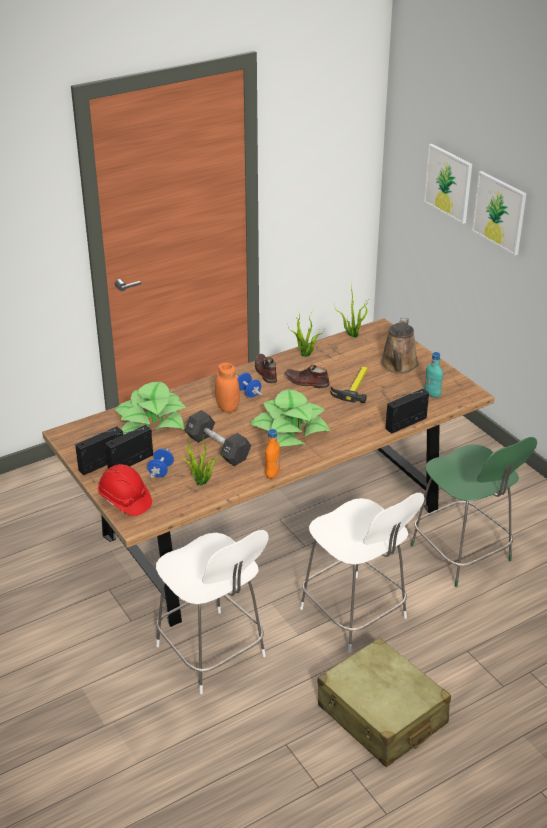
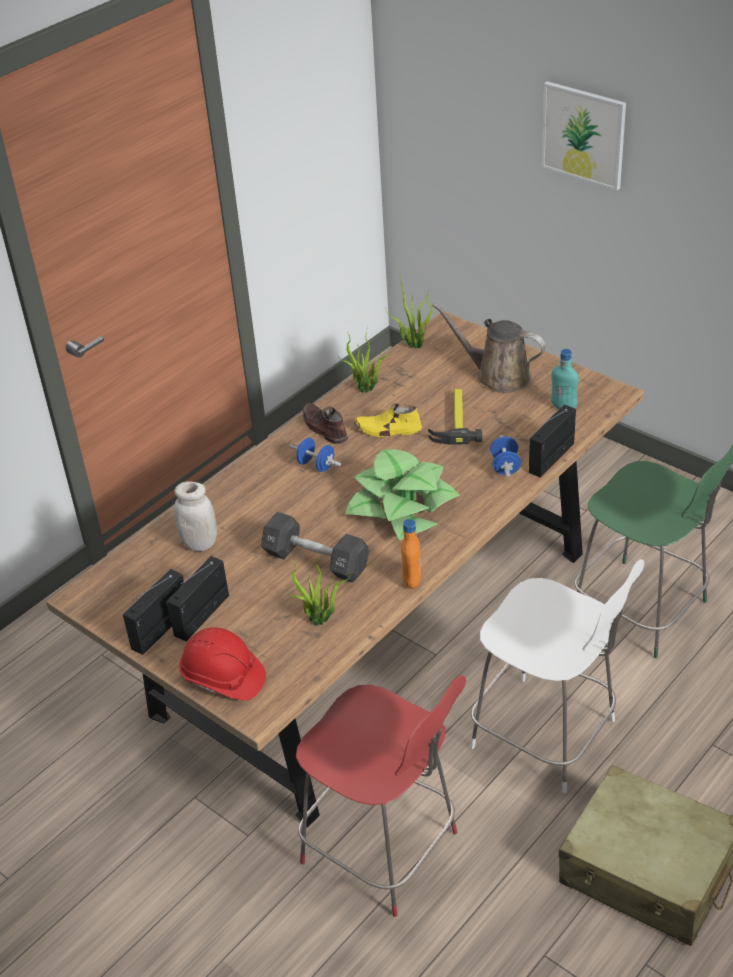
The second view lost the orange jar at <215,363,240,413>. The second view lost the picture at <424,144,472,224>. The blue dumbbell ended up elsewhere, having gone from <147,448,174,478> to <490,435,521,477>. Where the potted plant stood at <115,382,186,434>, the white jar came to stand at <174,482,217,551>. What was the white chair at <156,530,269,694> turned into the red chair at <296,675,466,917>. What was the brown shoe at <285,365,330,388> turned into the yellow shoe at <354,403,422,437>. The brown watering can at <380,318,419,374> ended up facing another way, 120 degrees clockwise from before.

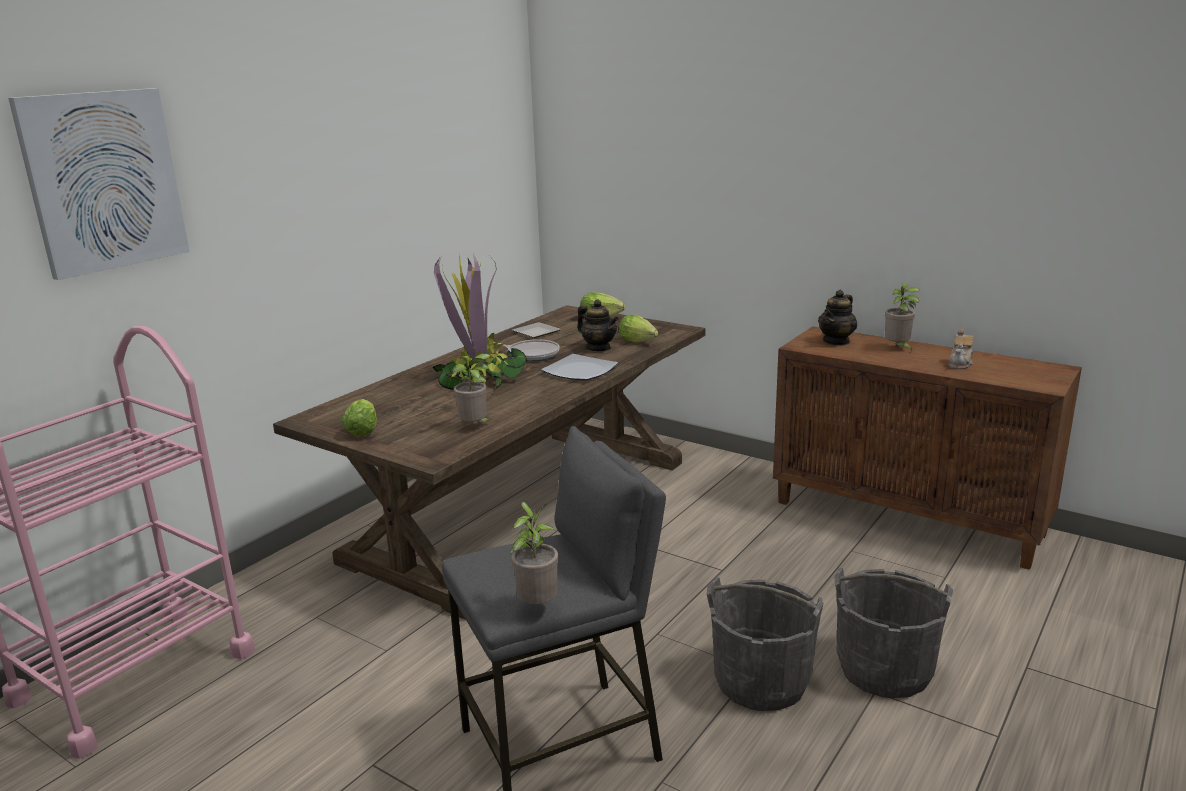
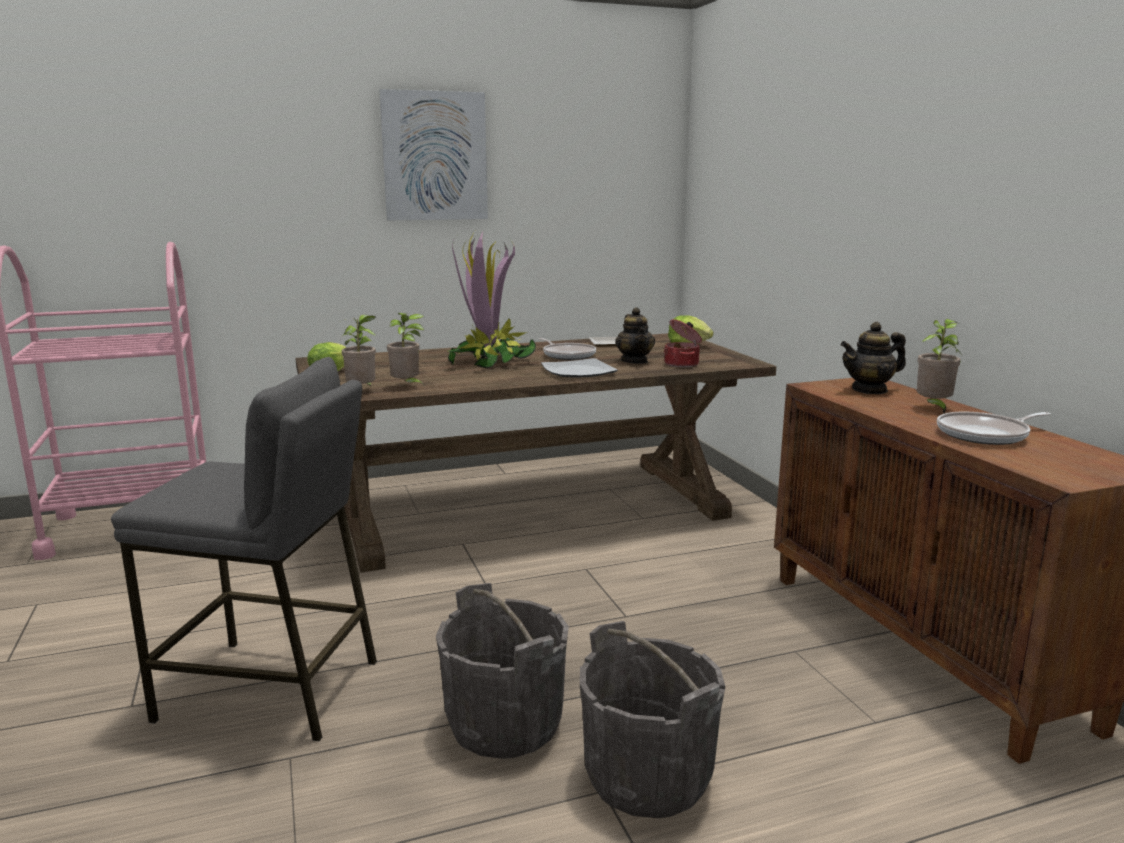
The picture ended up elsewhere, having gone from <8,88,190,280> to <379,89,488,220>. The potted plant ended up elsewhere, having gone from <509,502,559,604> to <340,315,376,386>. Where the lettuce stood at <619,315,658,343>, the cooking pot came to stand at <664,319,702,367>. Where the teapot stood at <948,329,974,369>, the frying pan came to stand at <937,412,1051,445>.

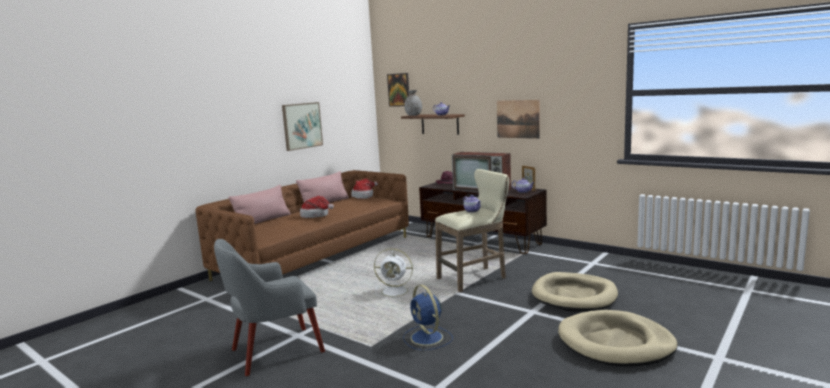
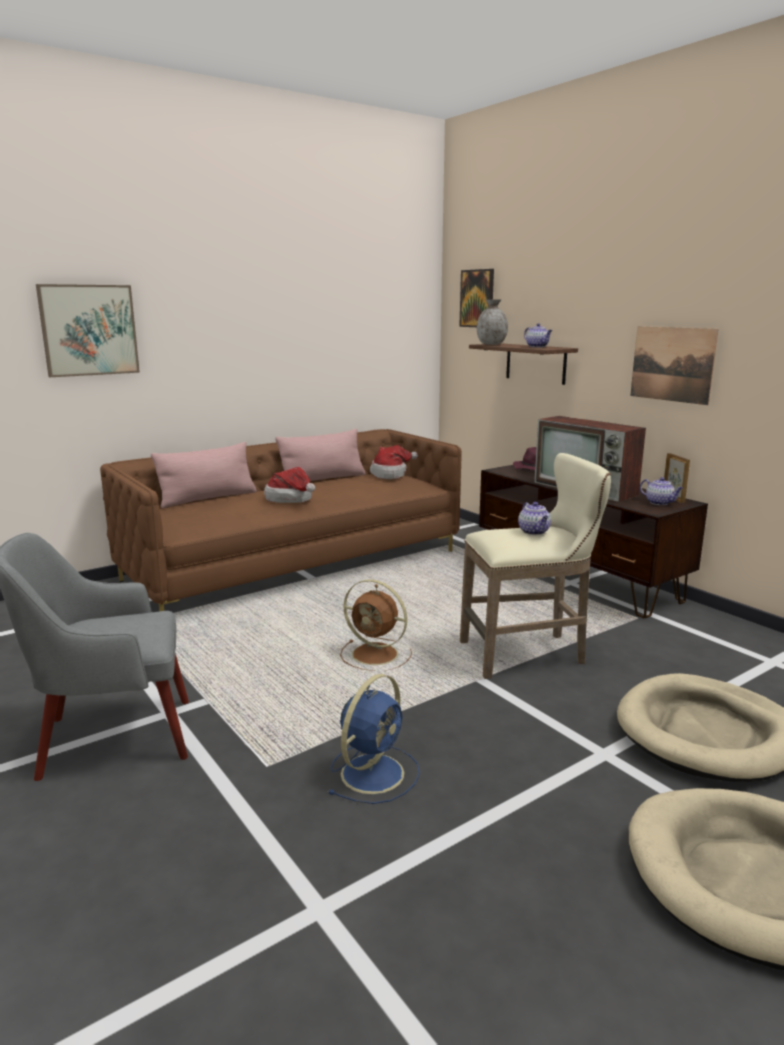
The picture ended up elsewhere, having gone from <282,102,323,151> to <36,284,140,377>. What was the white fan at <374,249,415,299> turned into the brown fan at <340,579,412,671>. The blue fan at <403,285,453,350> ended up facing another way, 135 degrees counterclockwise from before.

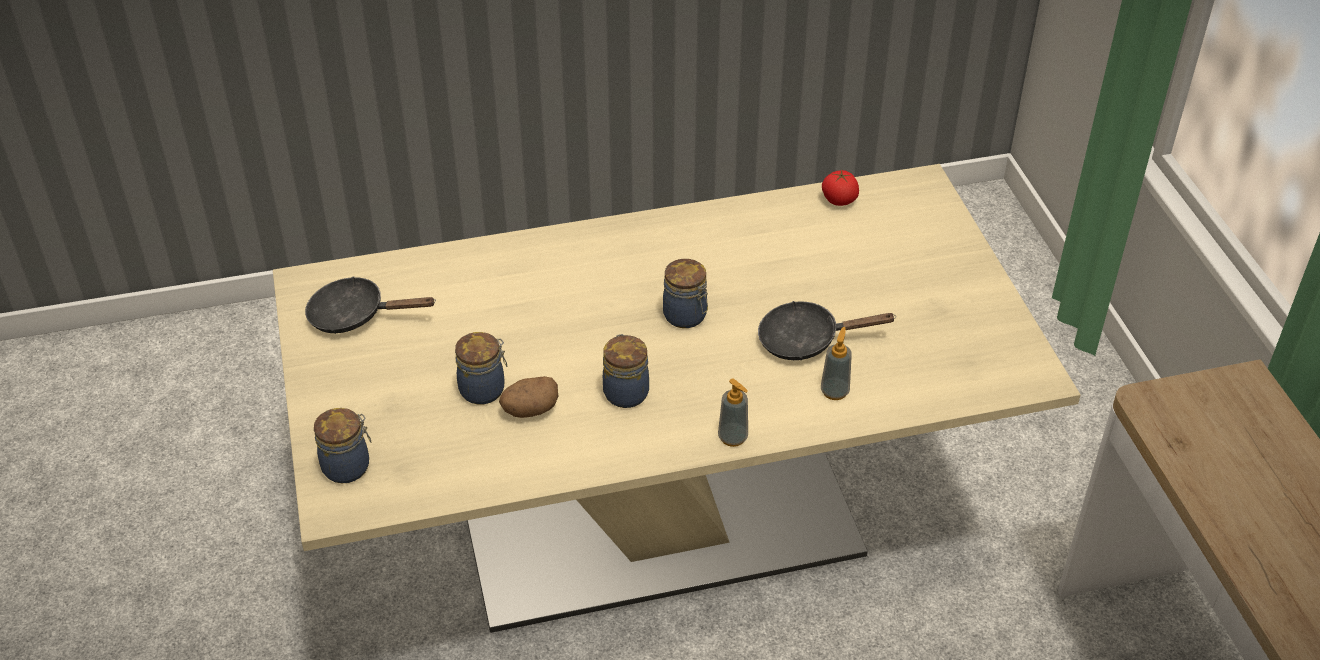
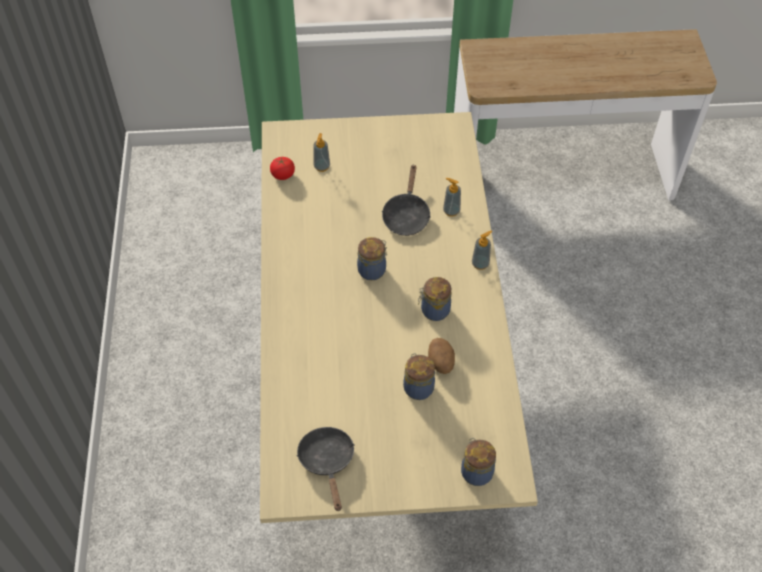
The second view gained the soap dispenser at <313,133,330,172>. The black frying pan at <305,276,436,334> ended up facing another way, 150 degrees clockwise from before.

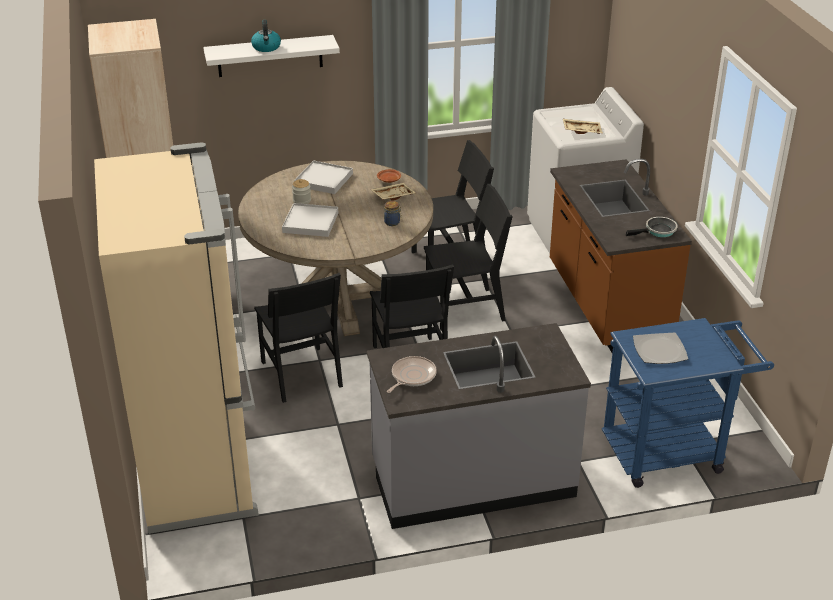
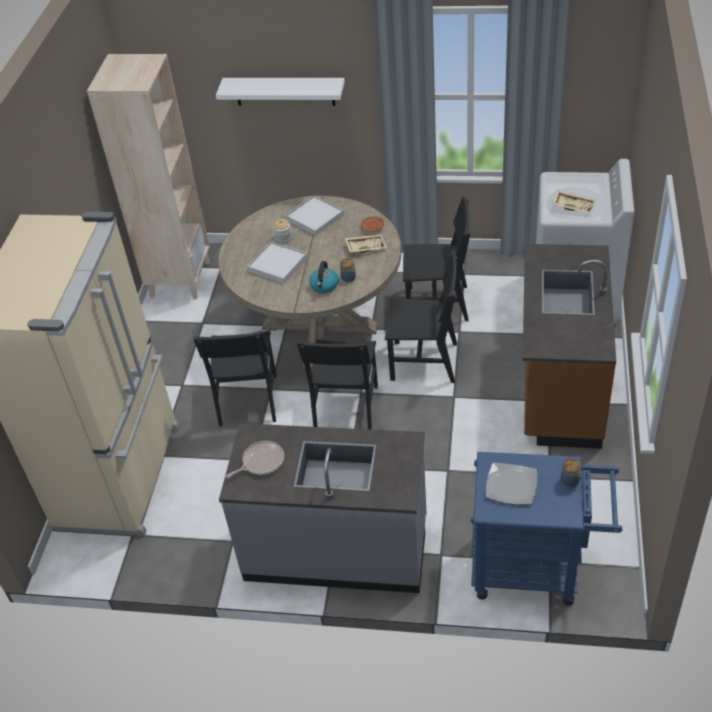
The second view lost the frying pan at <626,217,678,237>. The second view gained the jar at <561,459,582,487>. The kettle ended up elsewhere, having gone from <251,20,281,52> to <309,261,339,293>.

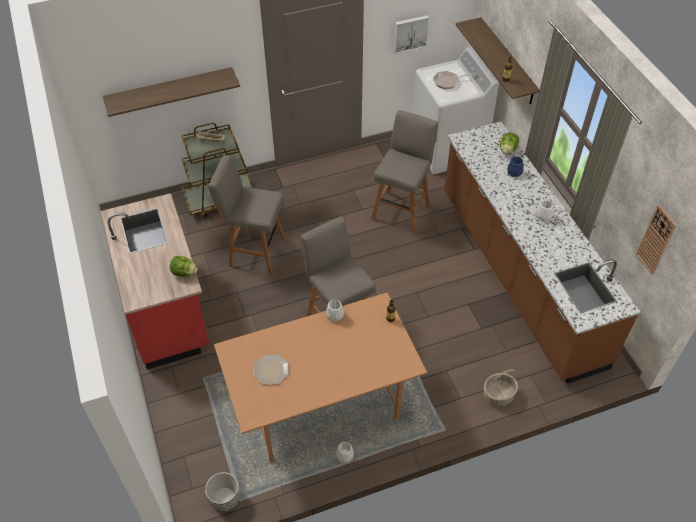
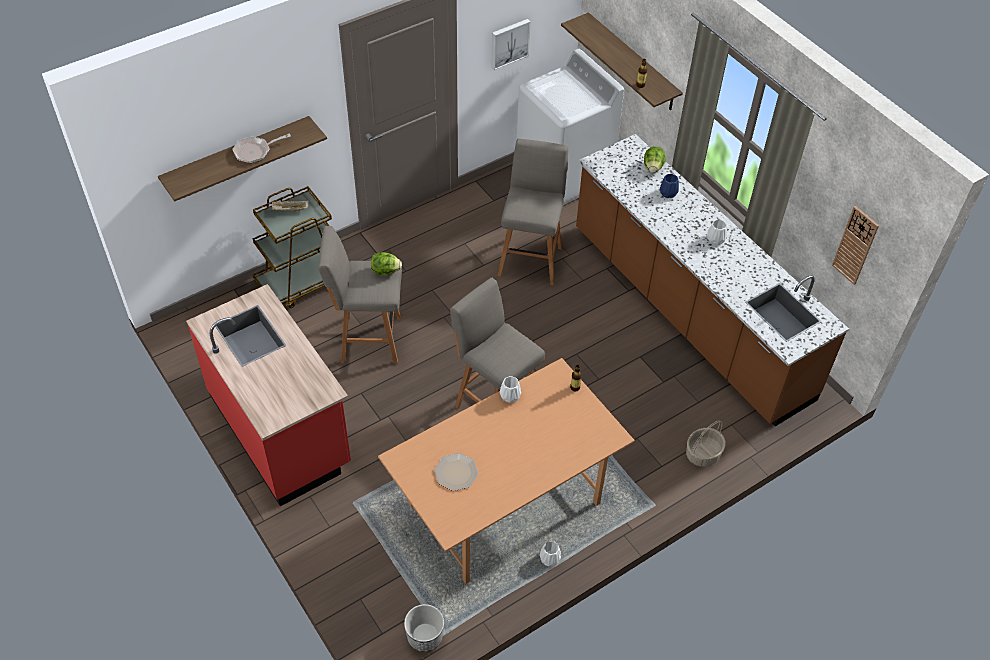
The lettuce ended up elsewhere, having gone from <169,256,198,277> to <371,252,402,275>. The frying pan ended up elsewhere, having gone from <433,71,476,89> to <232,134,291,163>.

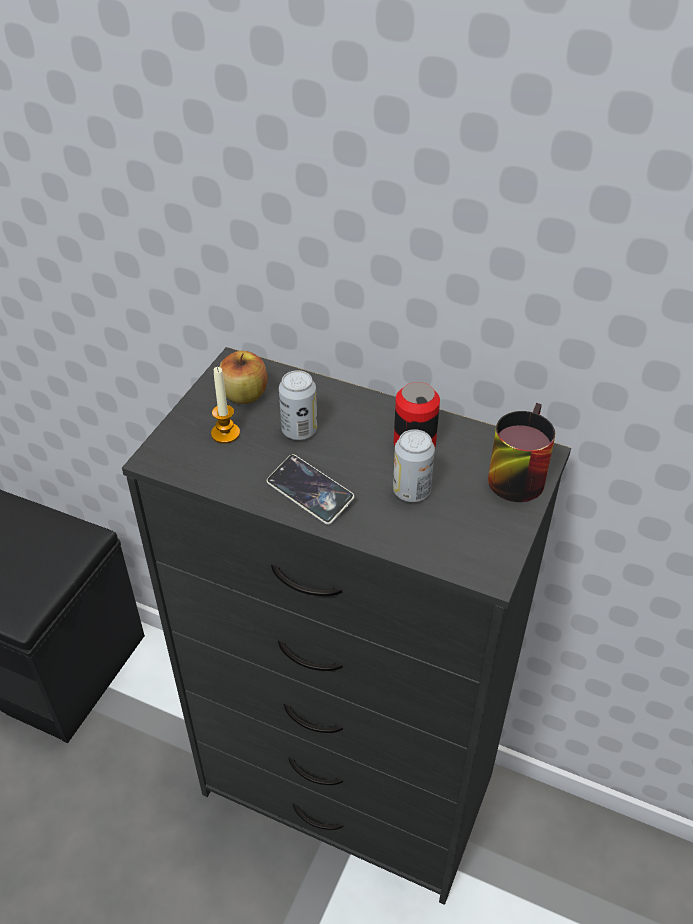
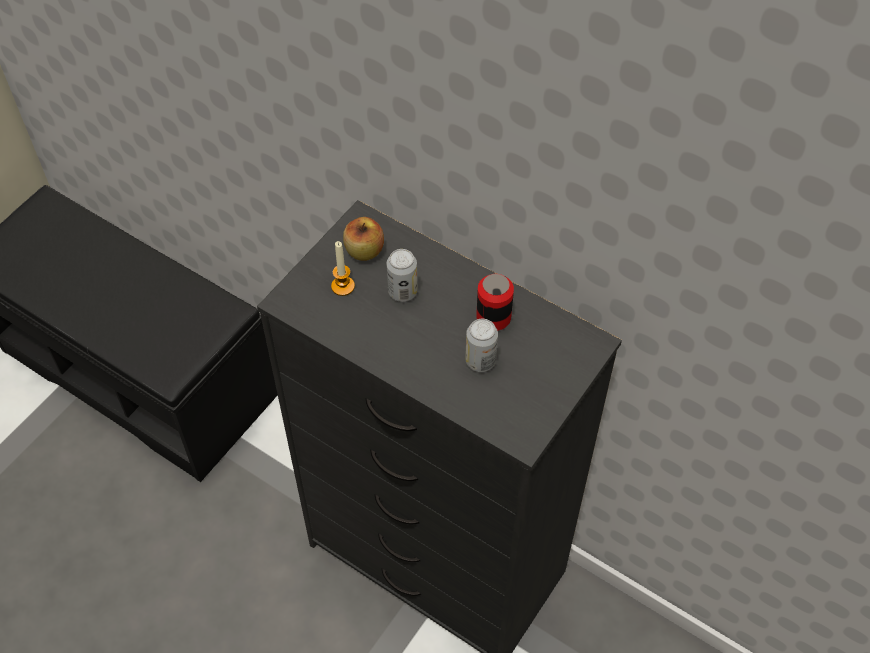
The second view lost the phone at <267,454,355,525>. The second view lost the mug at <488,403,555,502>.

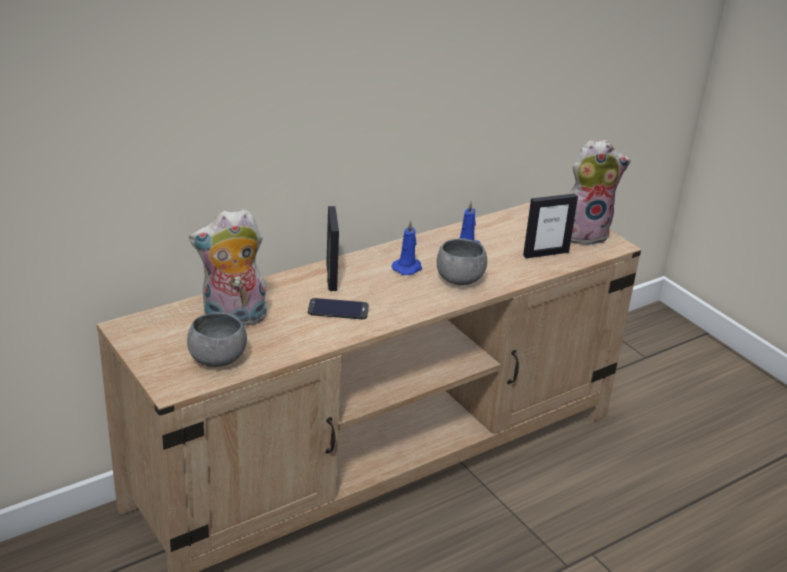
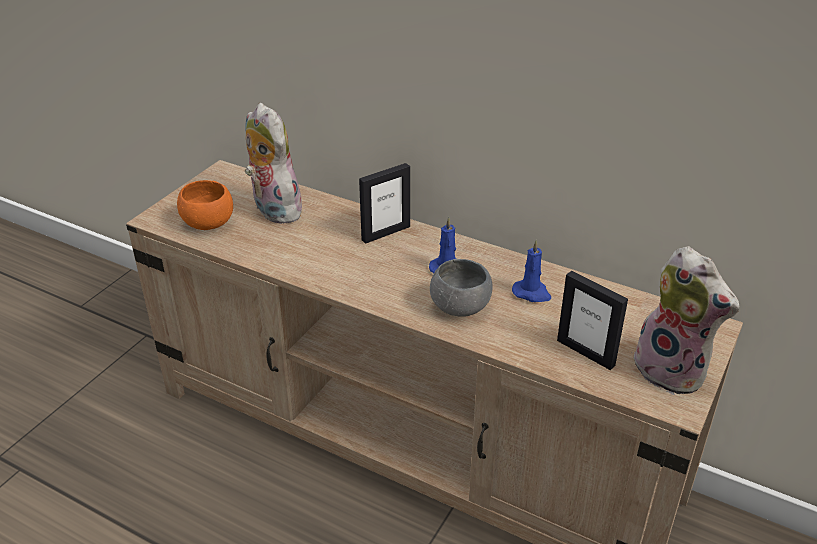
The second view lost the phone at <308,298,369,319>. What was the grey bowl at <187,312,247,367> turned into the orange bowl at <177,180,233,230>.

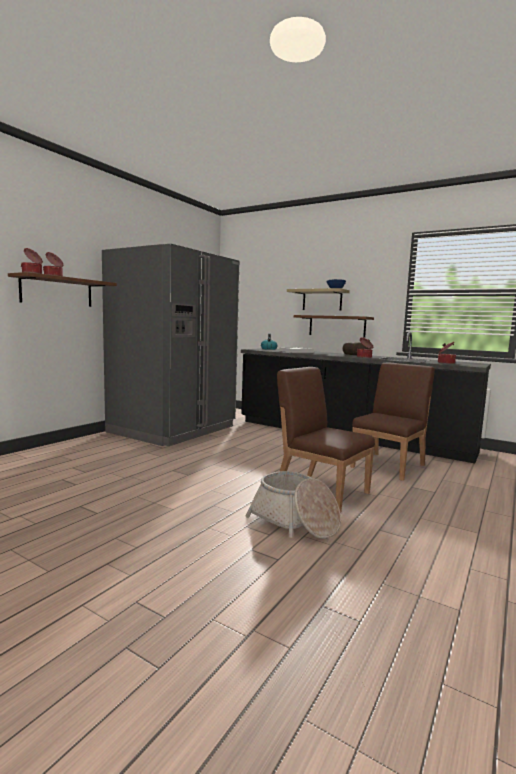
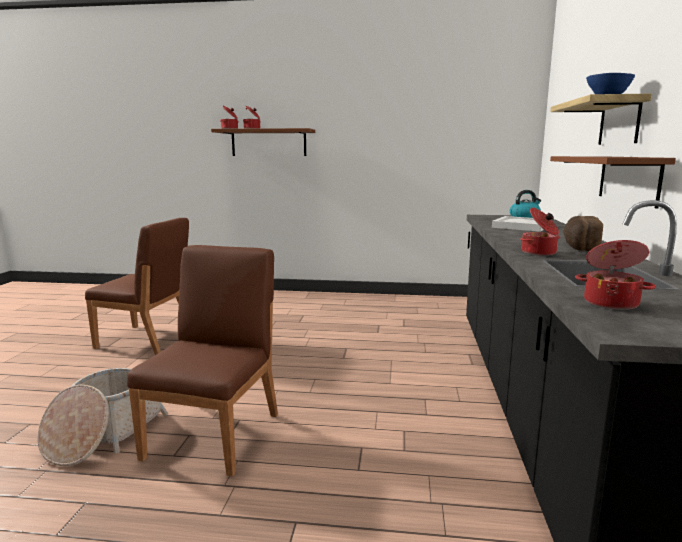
The second view lost the grey fridge at <102,243,240,446>. The brown chair ended up elsewhere, having gone from <350,363,435,481> to <85,218,189,355>.

